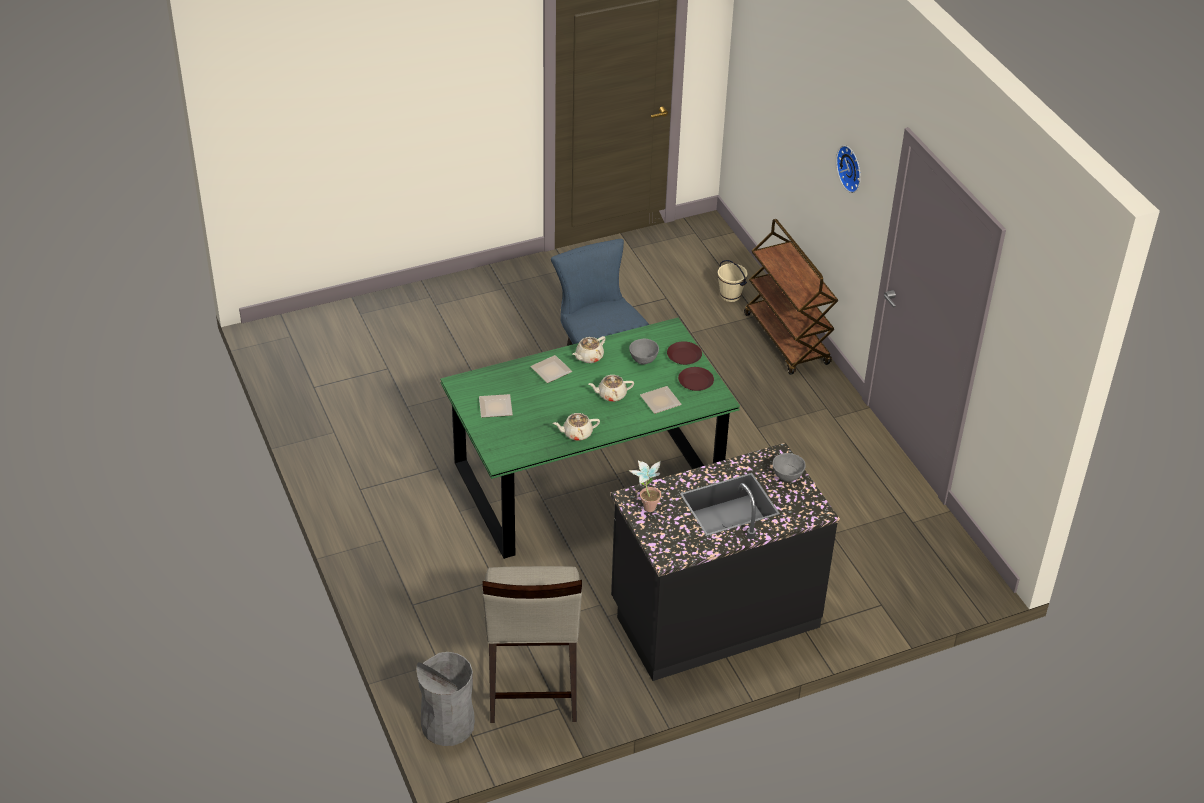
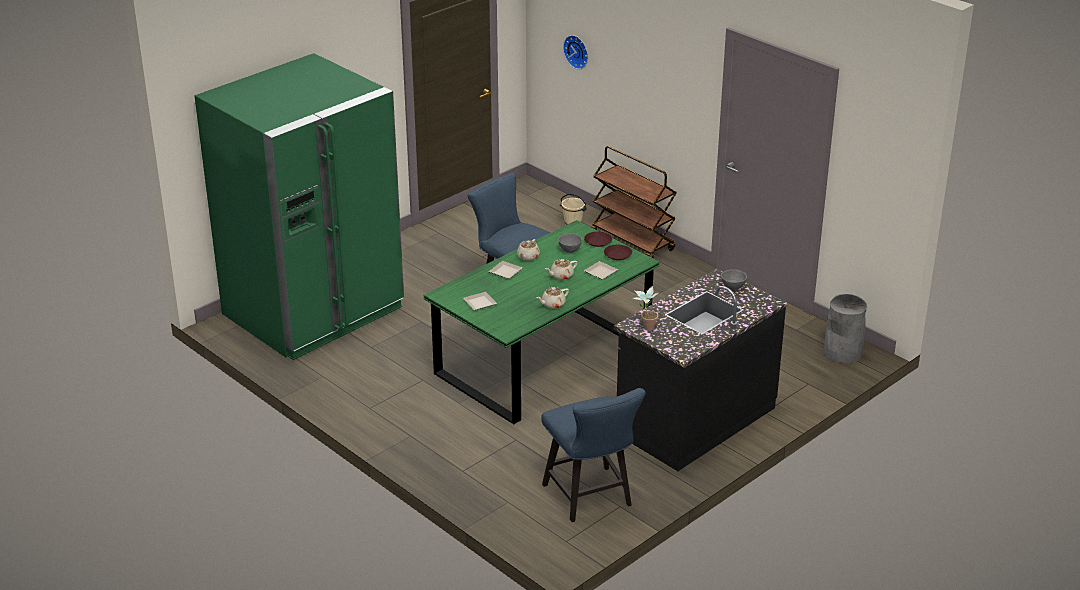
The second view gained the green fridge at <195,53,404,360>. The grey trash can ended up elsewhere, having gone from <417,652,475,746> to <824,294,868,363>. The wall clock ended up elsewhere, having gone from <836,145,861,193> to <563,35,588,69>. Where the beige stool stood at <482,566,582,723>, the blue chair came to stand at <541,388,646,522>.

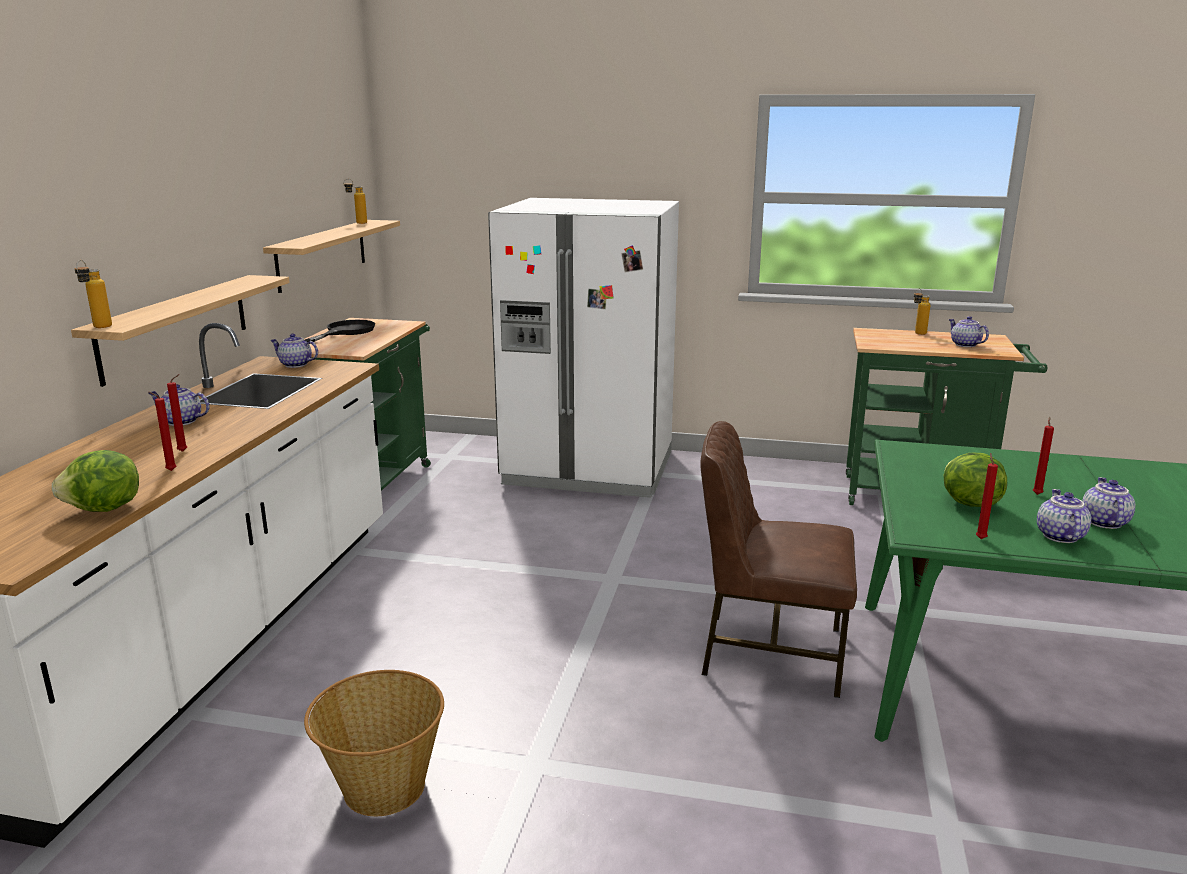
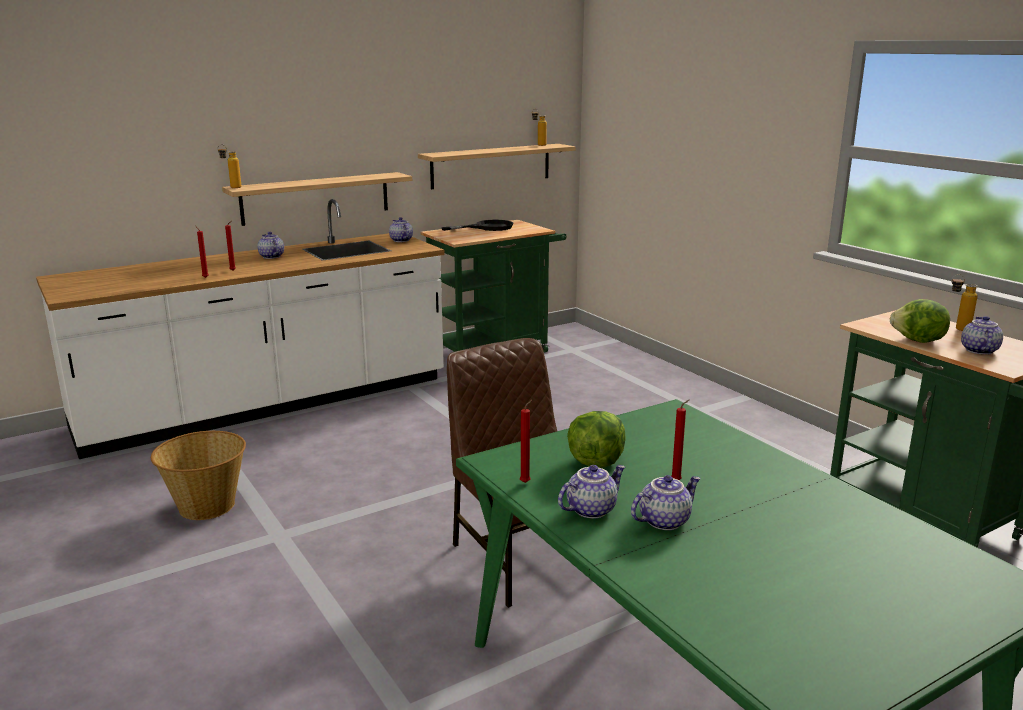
The second view lost the white fridge at <488,198,679,498>. The lettuce ended up elsewhere, having gone from <51,450,139,512> to <890,299,950,343>.

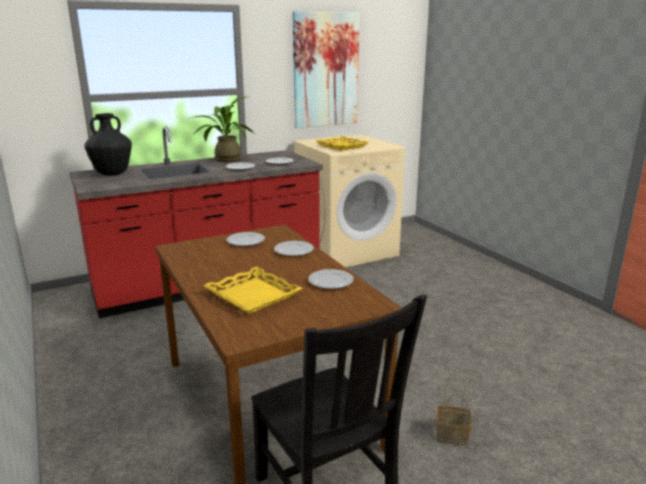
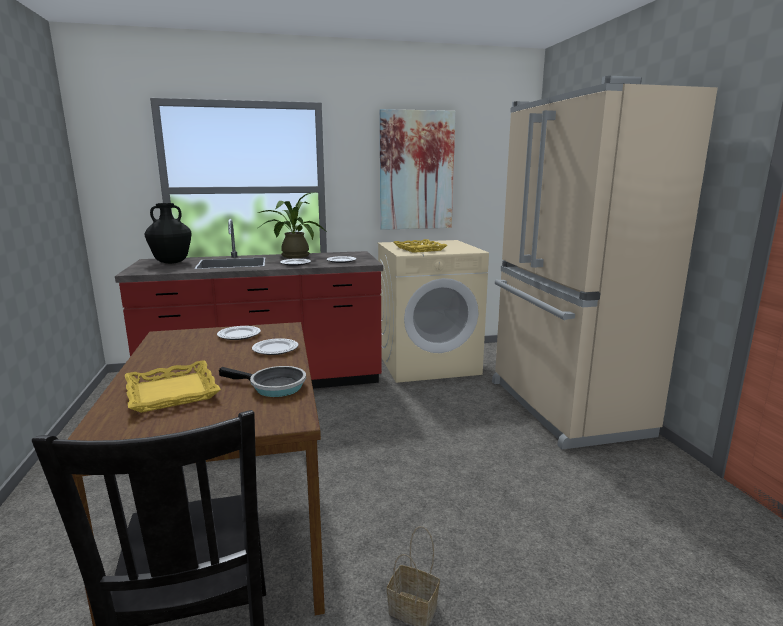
The second view gained the beige fridge at <492,76,718,450>. Where the plate stood at <308,269,354,289>, the frying pan came to stand at <219,366,306,397>.

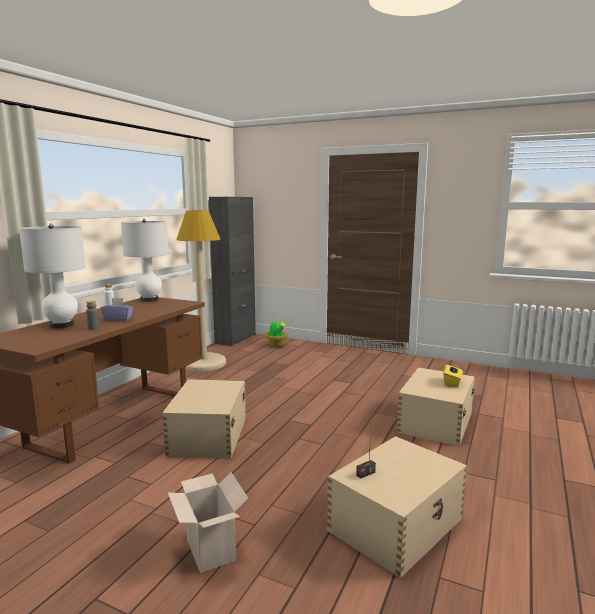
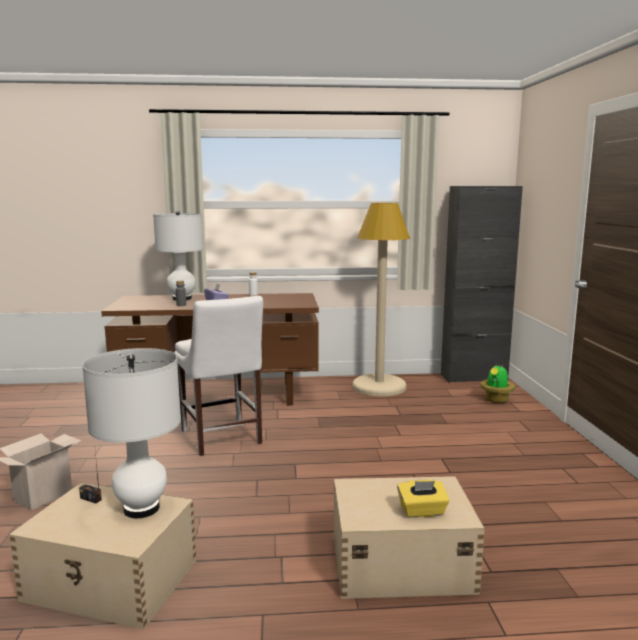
The white table lamp ended up elsewhere, having gone from <121,219,169,302> to <82,348,181,518>. Where the beige storage box stood at <162,379,246,459>, the white chair came to stand at <174,296,263,456>.

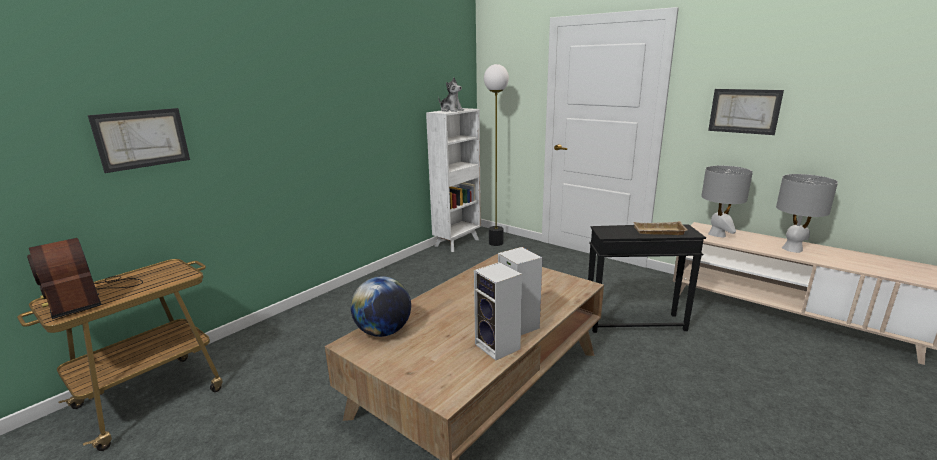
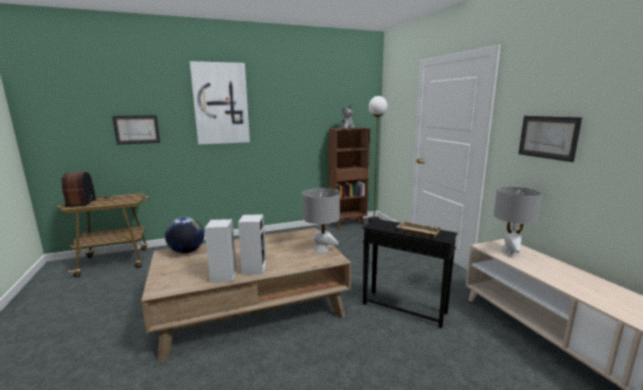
The second view gained the picture at <190,61,250,145>. The grey table lamp ended up elsewhere, having gone from <776,174,838,253> to <302,188,340,253>. What was the white bookcase at <426,108,481,252> turned into the brown bookcase at <329,127,370,229>.

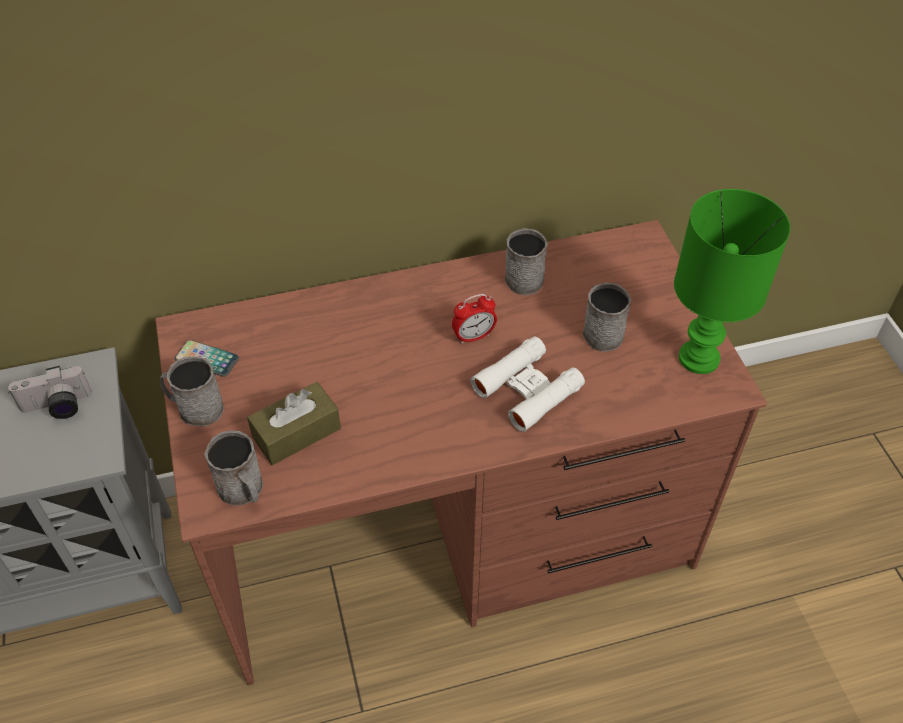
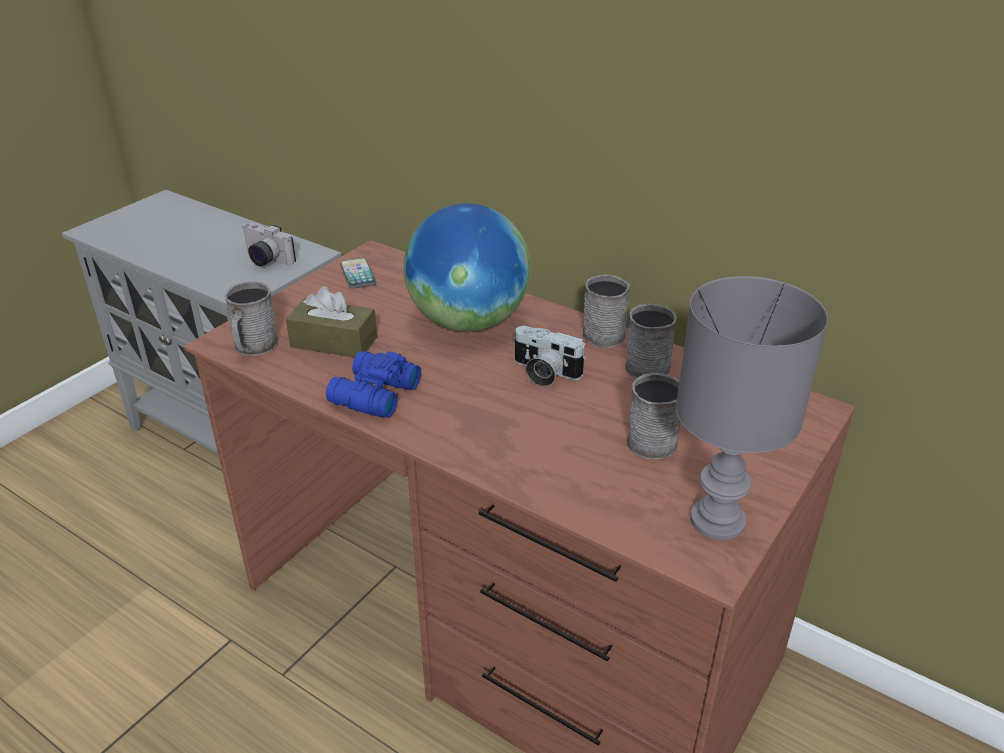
The second view lost the white binoculars at <470,336,585,432>. The second view gained the blue binoculars at <326,351,421,418>. The second view gained the globe at <404,204,531,332>. The grey mug ended up elsewhere, having gone from <160,356,224,426> to <582,275,630,348>. Where the alarm clock stood at <452,294,497,344>, the photo camera came to stand at <513,326,586,386>. What was the green table lamp at <674,189,790,374> turned into the grey table lamp at <676,276,828,540>.

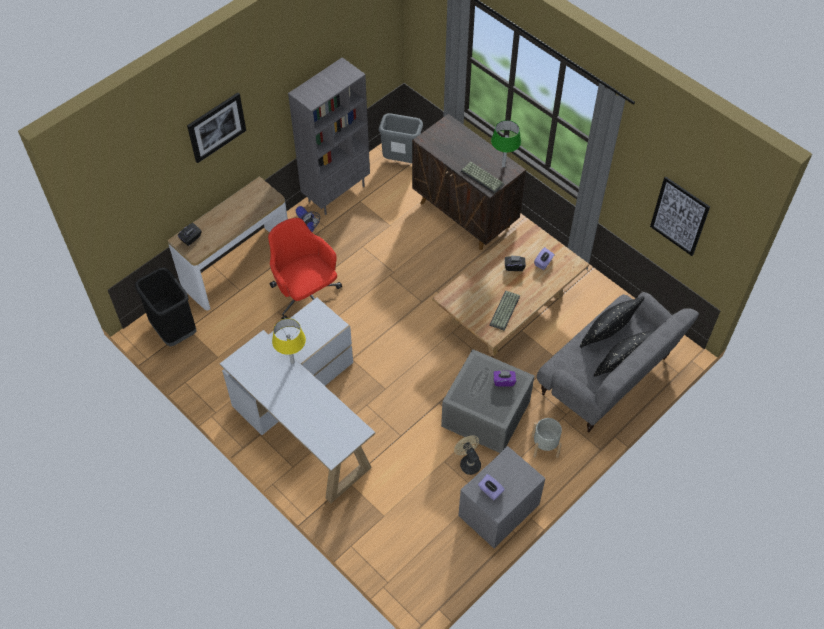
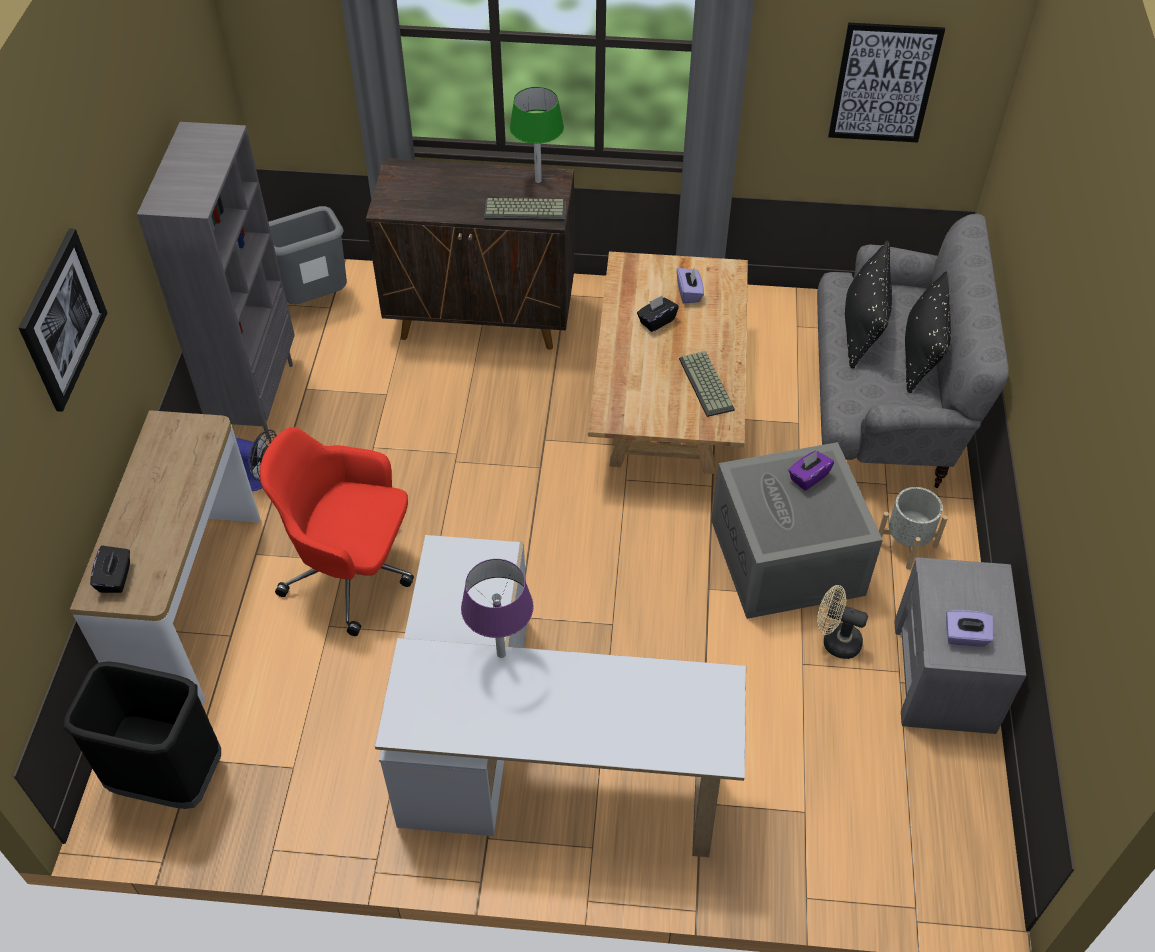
What was the yellow table lamp at <272,318,306,364> turned into the purple table lamp at <461,559,534,658>.

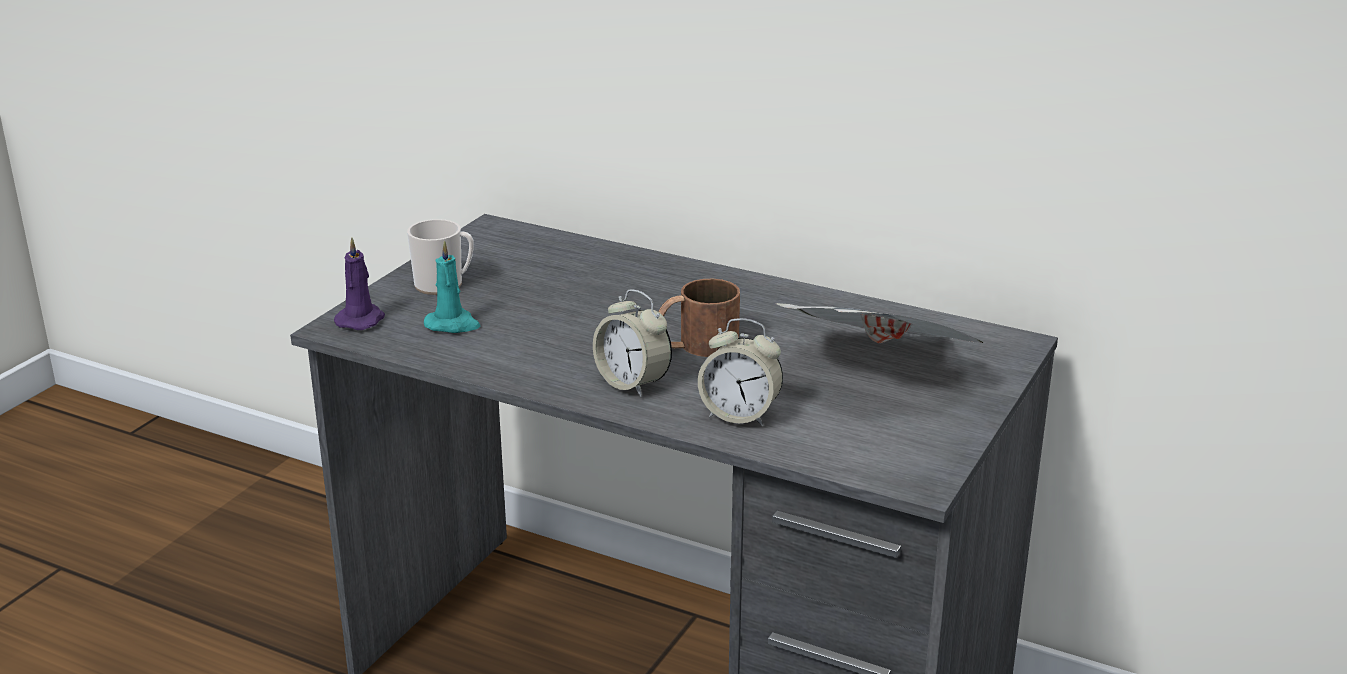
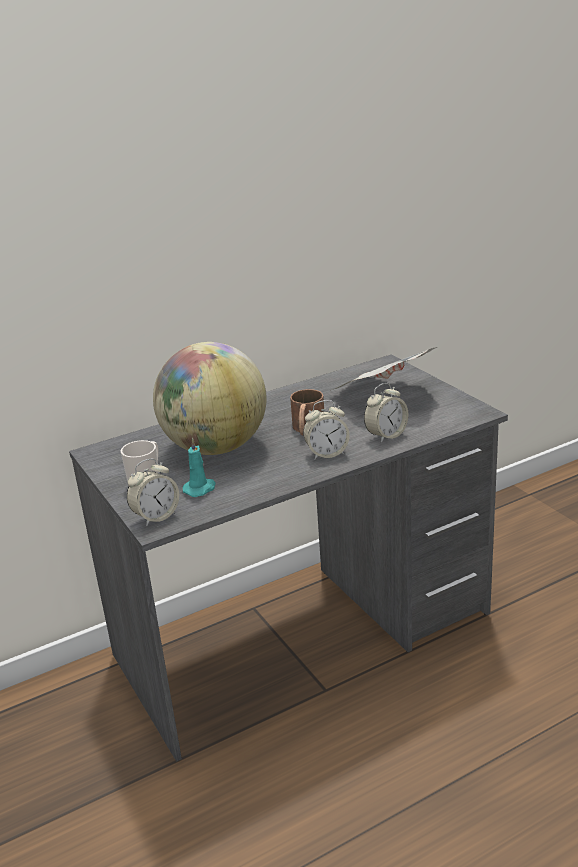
The second view gained the globe at <153,342,267,455>. Where the purple candle stood at <334,238,385,330>, the alarm clock came to stand at <126,458,179,527>.

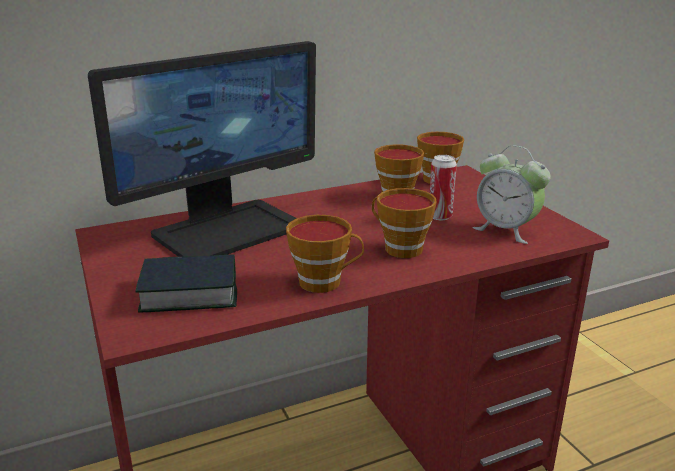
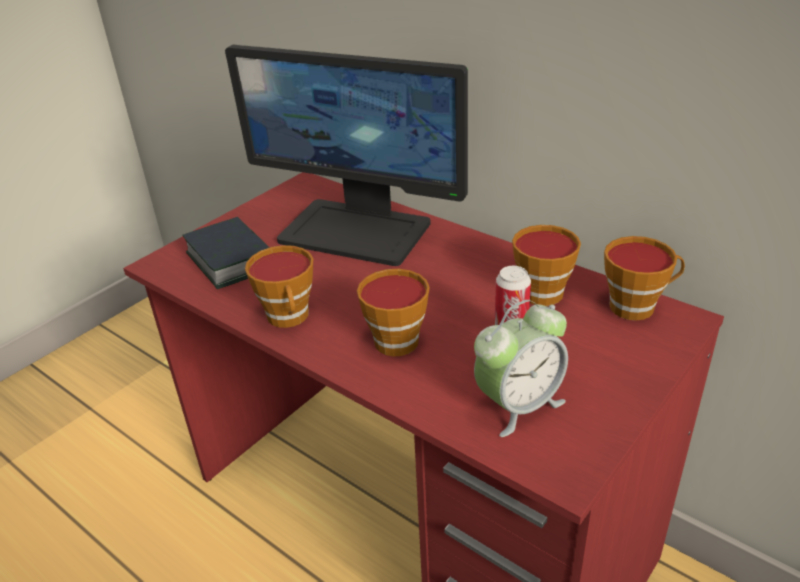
The alarm clock at <473,145,551,244> ended up facing another way, 135 degrees counterclockwise from before.

